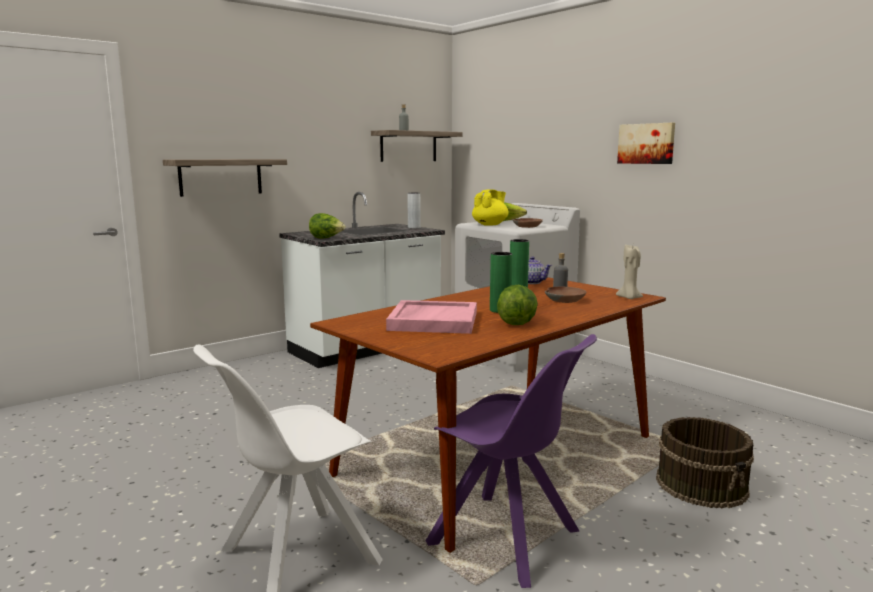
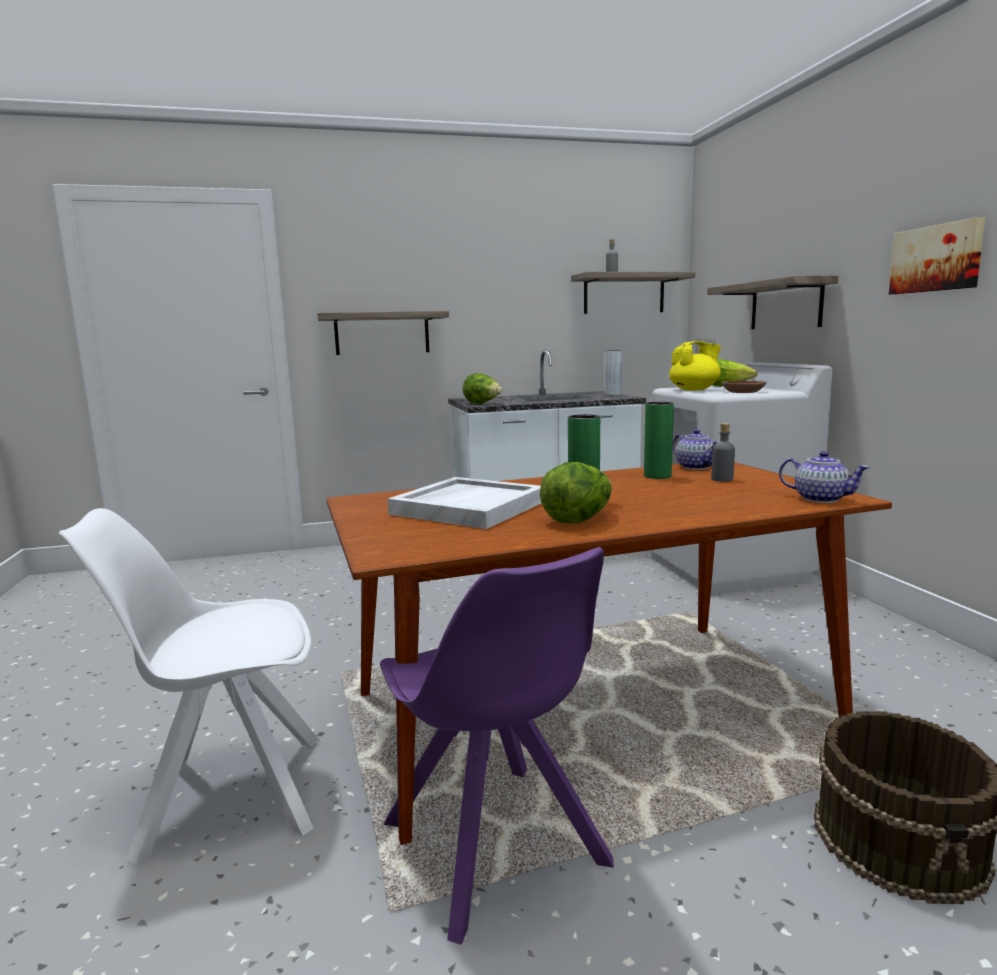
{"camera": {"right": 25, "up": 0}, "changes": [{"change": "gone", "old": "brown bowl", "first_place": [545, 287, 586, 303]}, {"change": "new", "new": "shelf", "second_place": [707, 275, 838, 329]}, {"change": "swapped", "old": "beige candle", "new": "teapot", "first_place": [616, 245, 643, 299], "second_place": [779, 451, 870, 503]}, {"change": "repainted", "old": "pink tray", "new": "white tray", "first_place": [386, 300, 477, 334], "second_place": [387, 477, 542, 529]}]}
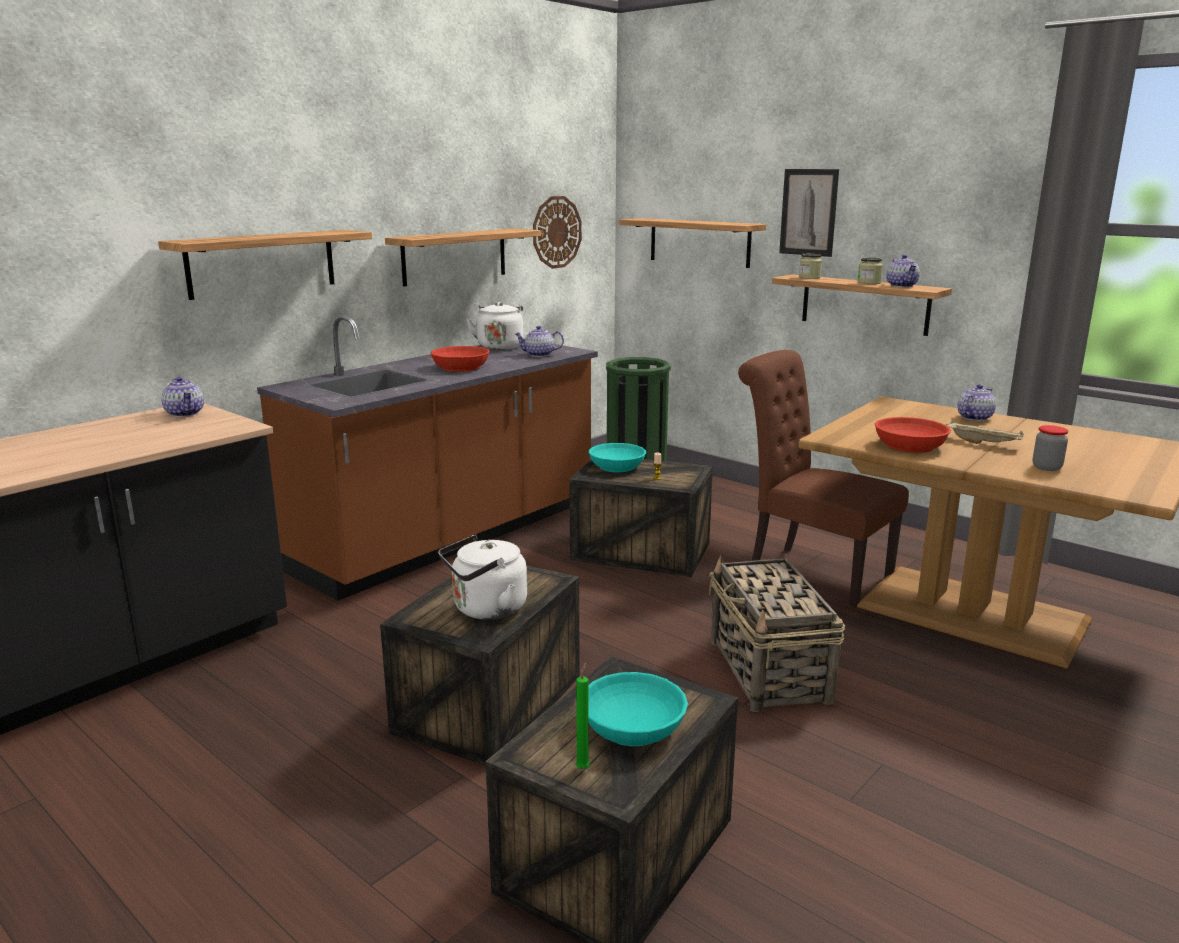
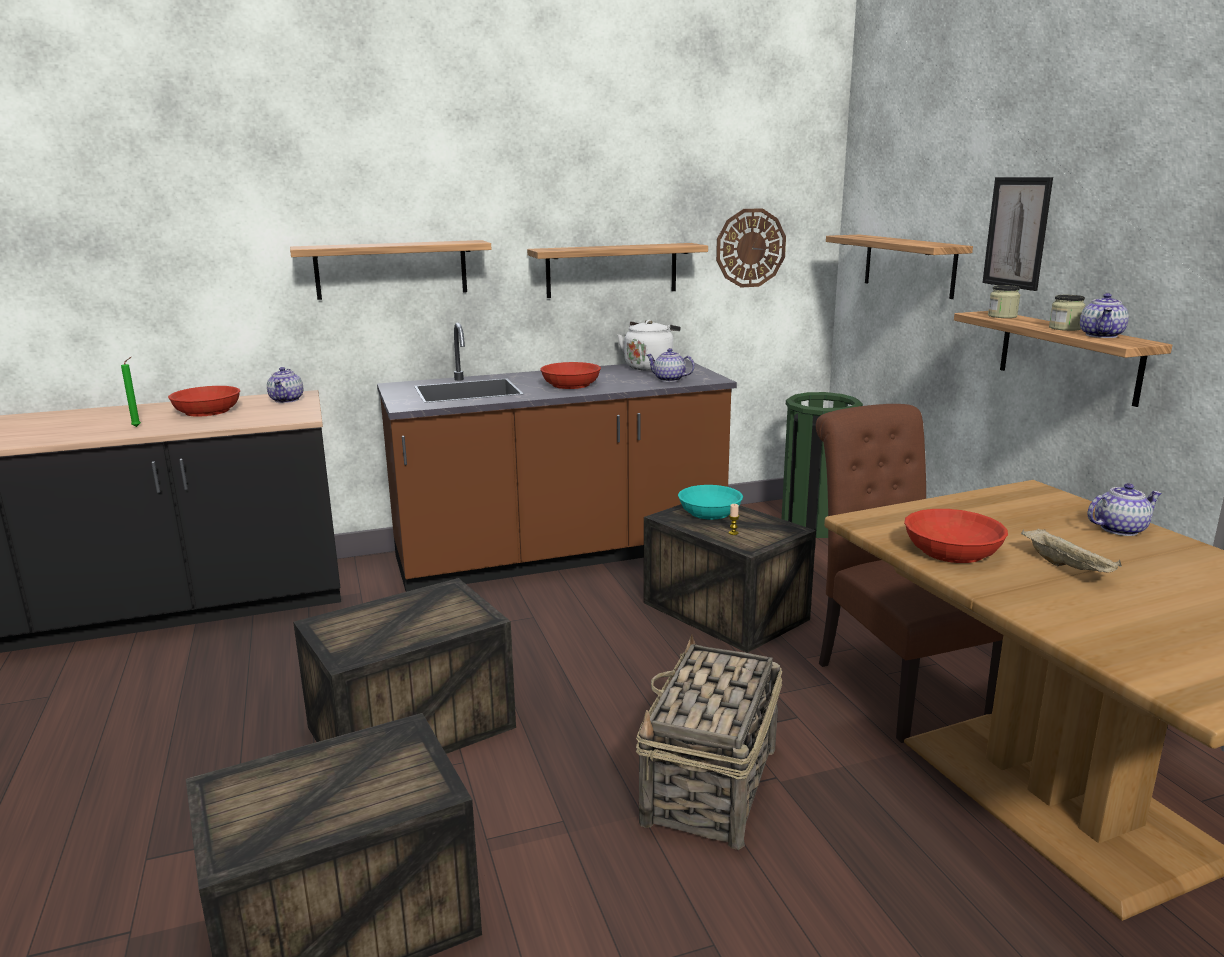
{"camera": {"right": 30, "up": 0}, "changes": [{"change": "gone", "old": "white kettle", "first_place": [438, 535, 527, 620]}, {"change": "gone", "old": "turquoise bowl", "first_place": [588, 672, 688, 746]}, {"change": "gone", "old": "jar", "first_place": [1033, 425, 1068, 471]}, {"change": "new", "new": "red bowl", "second_place": [168, 386, 240, 417]}, {"change": "shifted", "old": "green candle", "first_place": [576, 663, 590, 769], "second_place": [121, 357, 141, 427]}]}
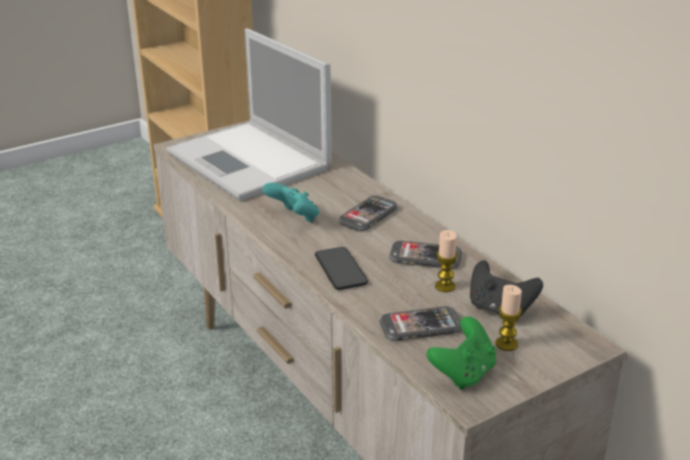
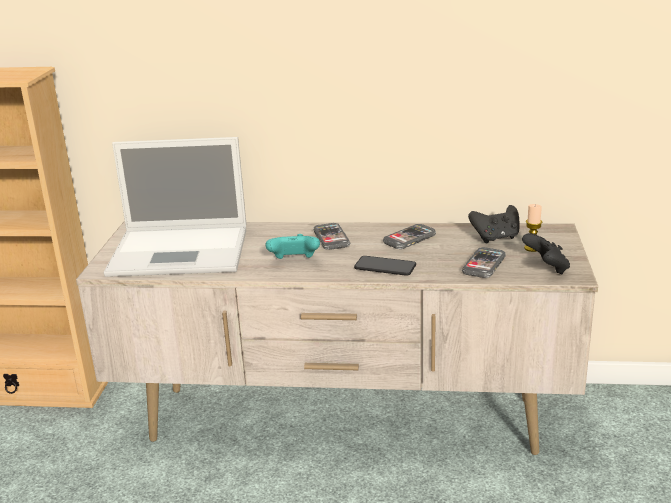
{"camera": {"right": -50, "up": -5}, "changes": [{"change": "gone", "old": "candle", "first_place": [435, 230, 458, 292]}, {"change": "repainted", "old": "green game controller", "new": "black game controller", "first_place": [427, 317, 496, 390], "second_place": [522, 233, 570, 274]}]}
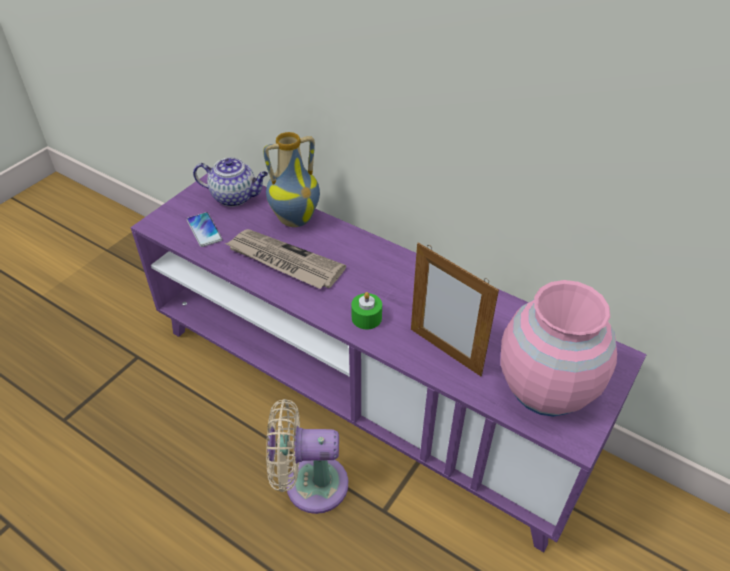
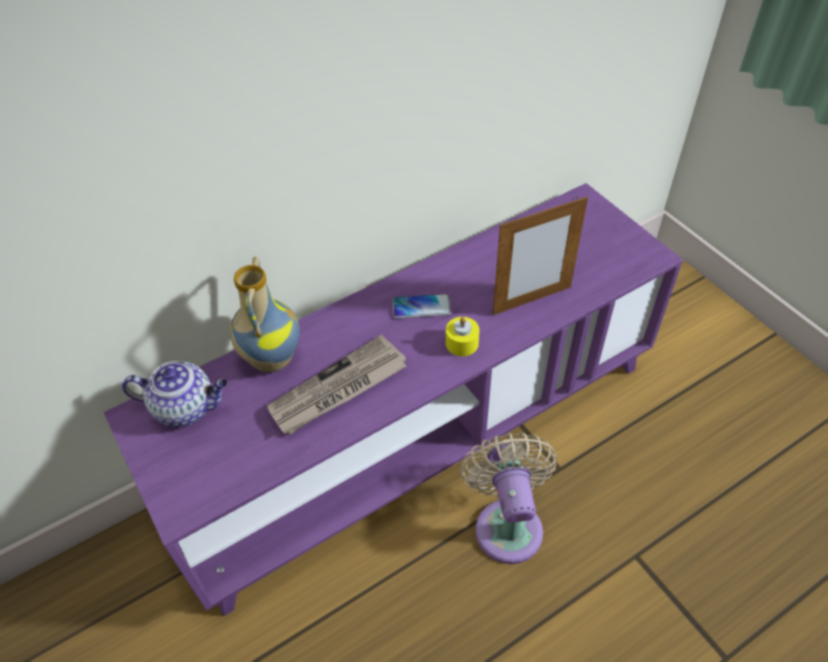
{"camera": {"right": -65, "up": 5}, "changes": [{"change": "gone", "old": "pink vase", "first_place": [500, 280, 617, 417]}, {"change": "shifted", "old": "phone", "first_place": [187, 212, 222, 247], "second_place": [393, 294, 451, 318]}, {"change": "repainted", "old": "green candle", "new": "yellow candle", "first_place": [351, 292, 382, 329], "second_place": [446, 317, 479, 356]}, {"change": "rotated", "old": "teapot", "first_place": [193, 158, 268, 207], "second_place": [122, 361, 228, 427], "degrees": 60}, {"change": "rotated", "old": "beige fan", "first_place": [266, 399, 348, 514], "second_place": [461, 433, 557, 564], "degrees": 150}]}
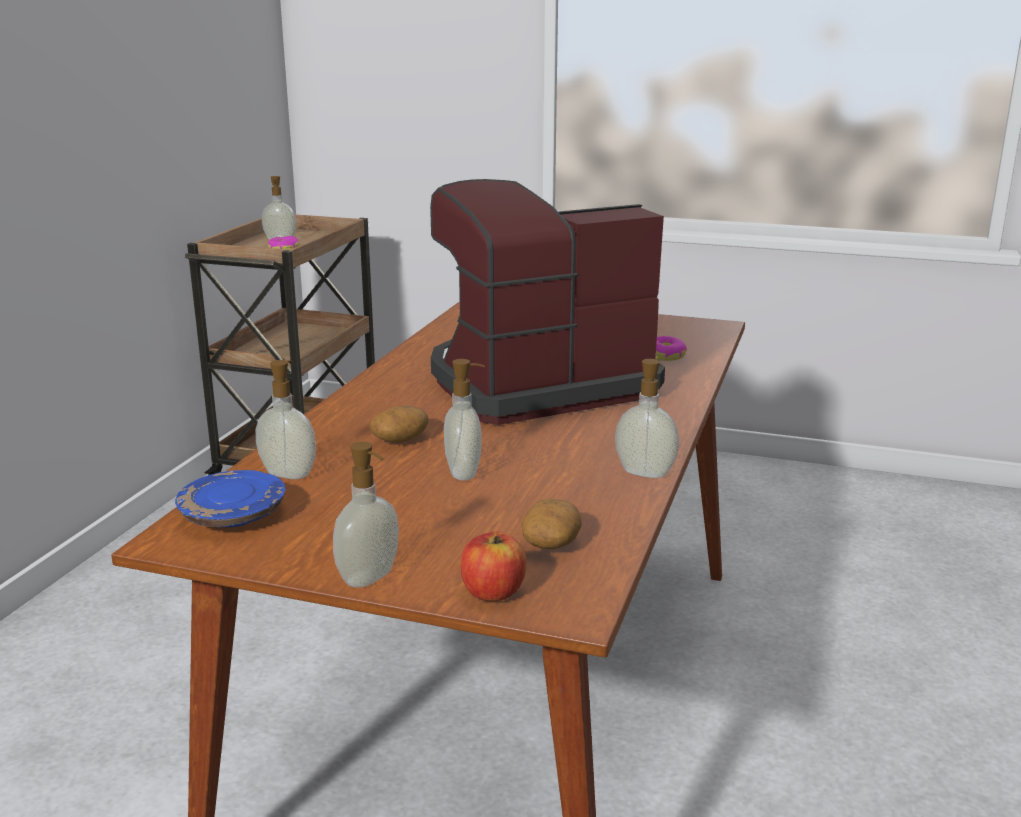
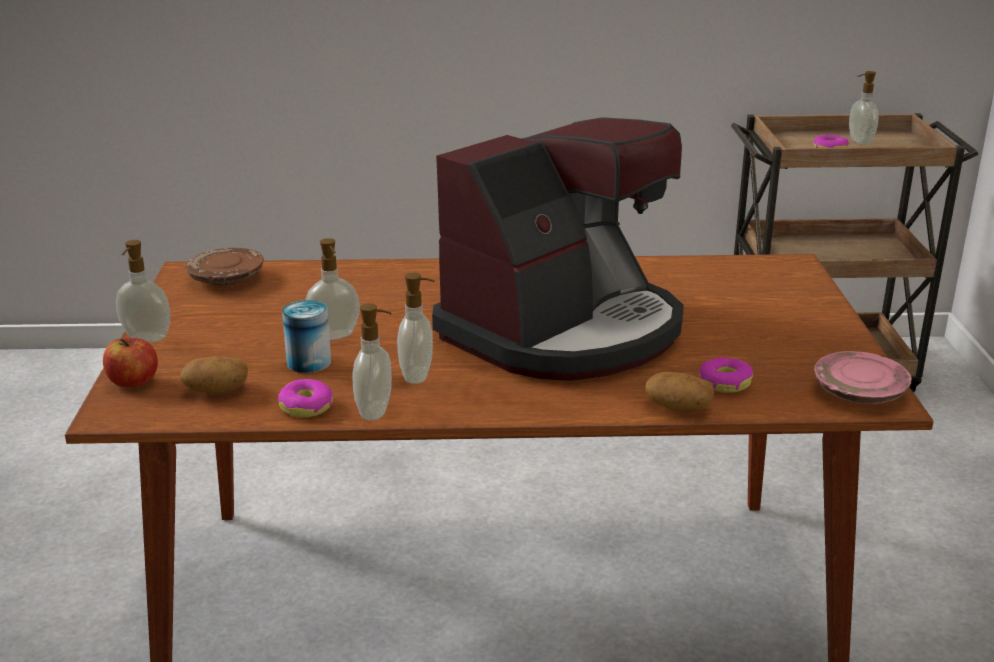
{"camera": {"right": 70, "up": 5}, "changes": [{"change": "new", "new": "donut", "second_place": [278, 379, 333, 417]}, {"change": "new", "new": "can", "second_place": [282, 300, 331, 373]}, {"change": "new", "new": "pink plate", "second_place": [814, 351, 912, 404]}, {"change": "shifted", "old": "soap dispenser", "first_place": [256, 360, 316, 479], "second_place": [397, 273, 435, 384]}, {"change": "shifted", "old": "potato", "first_place": [370, 405, 429, 443], "second_place": [645, 372, 714, 412]}, {"change": "repainted", "old": "blue plate", "new": "brown plate", "first_place": [175, 470, 286, 528], "second_place": [185, 248, 264, 286]}, {"change": "rotated", "old": "coffee machine", "first_place": [430, 179, 665, 425], "second_place": [432, 117, 684, 381], "degrees": 90}]}
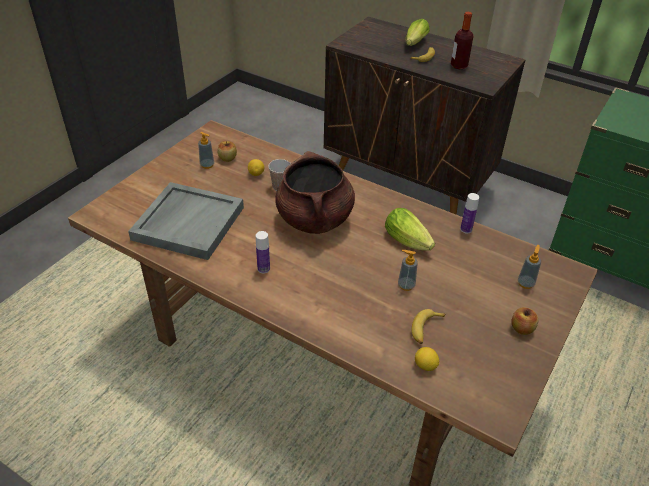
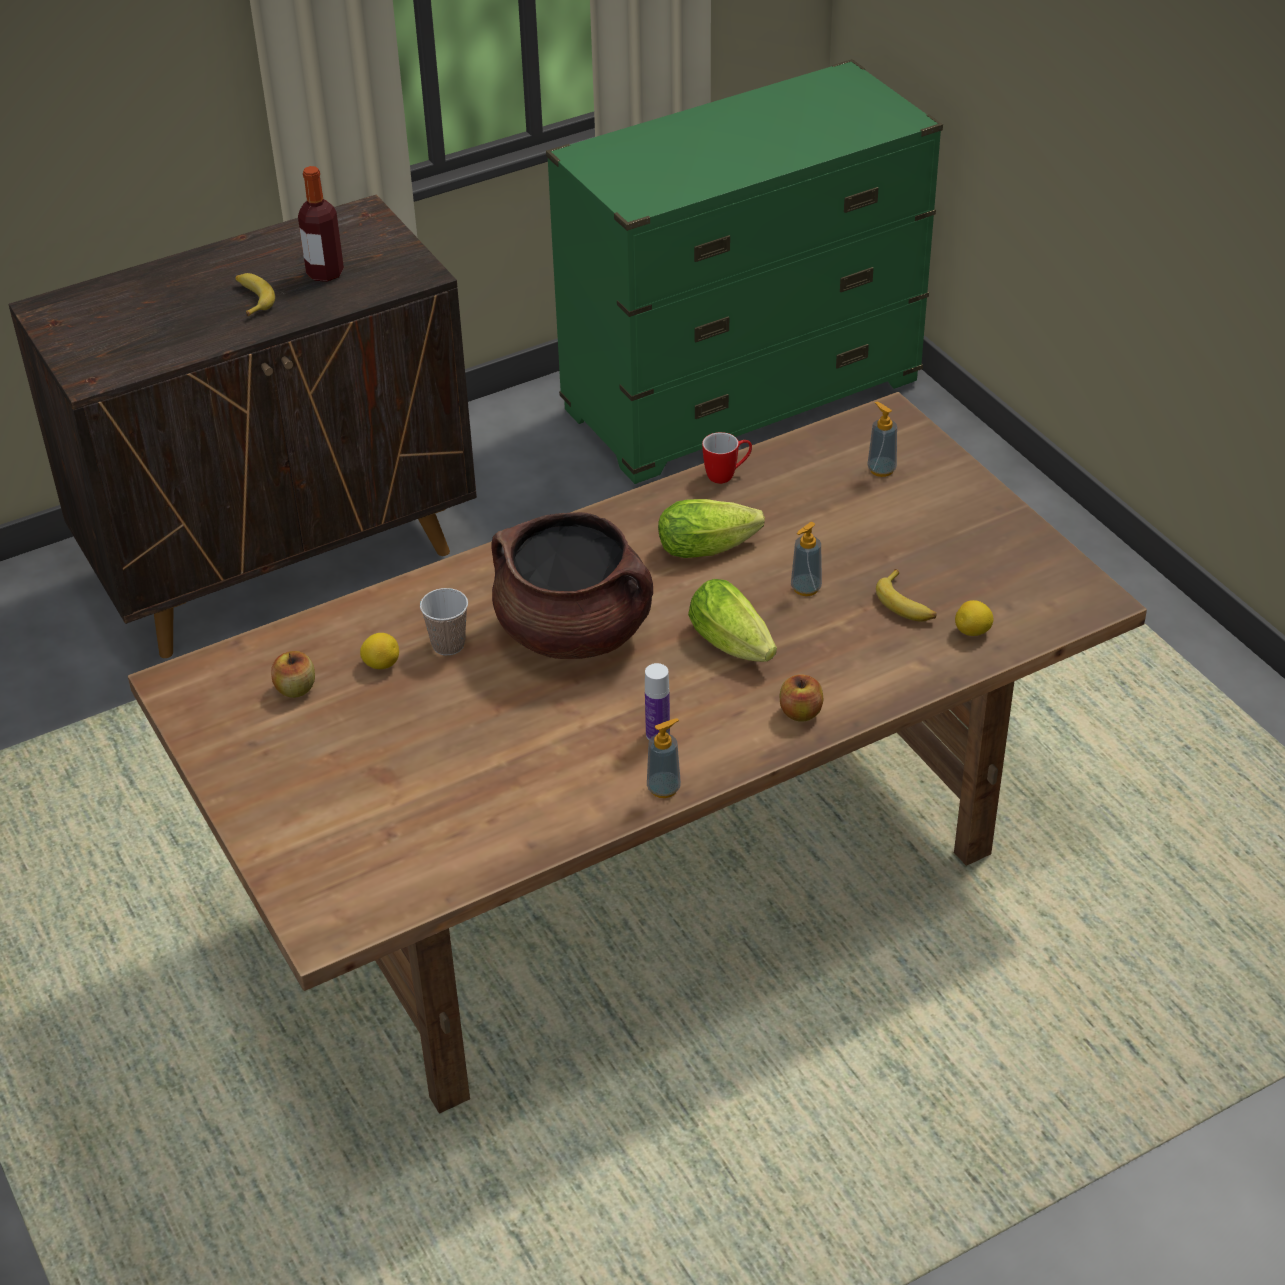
{"camera": {"right": -60, "up": 0}, "changes": [{"change": "gone", "old": "grey tray", "first_place": [128, 182, 244, 260]}, {"change": "shifted", "old": "soap dispenser", "first_place": [198, 132, 214, 169], "second_place": [647, 718, 681, 798]}, {"change": "shifted", "old": "lettuce", "first_place": [406, 19, 430, 46], "second_place": [688, 579, 777, 662]}, {"change": "shifted", "old": "apple", "first_place": [511, 307, 538, 335], "second_place": [780, 675, 823, 722]}, {"change": "swapped", "old": "bottle", "new": "mug", "first_place": [460, 193, 479, 234], "second_place": [702, 432, 752, 484]}]}
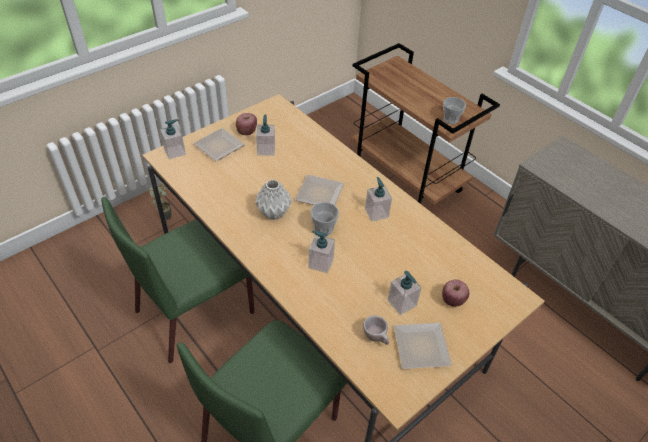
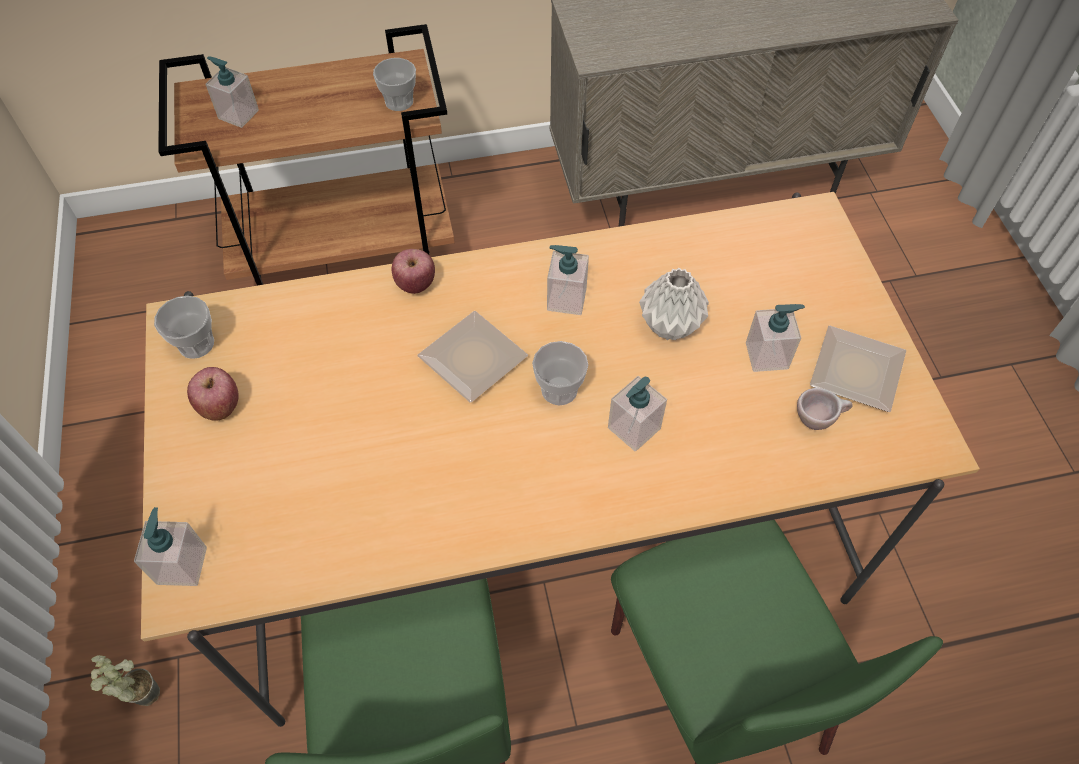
{"camera": {"right": -60, "up": 10}, "changes": [{"change": "gone", "old": "plate", "first_place": [193, 128, 245, 161]}, {"change": "new", "new": "cup", "second_place": [154, 296, 214, 359]}, {"change": "shifted", "old": "grey vase", "first_place": [255, 180, 292, 220], "second_place": [639, 268, 709, 340]}, {"change": "shifted", "old": "soap dispenser", "first_place": [256, 114, 275, 156], "second_place": [205, 56, 259, 128]}, {"change": "shifted", "old": "apple", "first_place": [442, 280, 469, 307], "second_place": [391, 249, 435, 294]}]}
